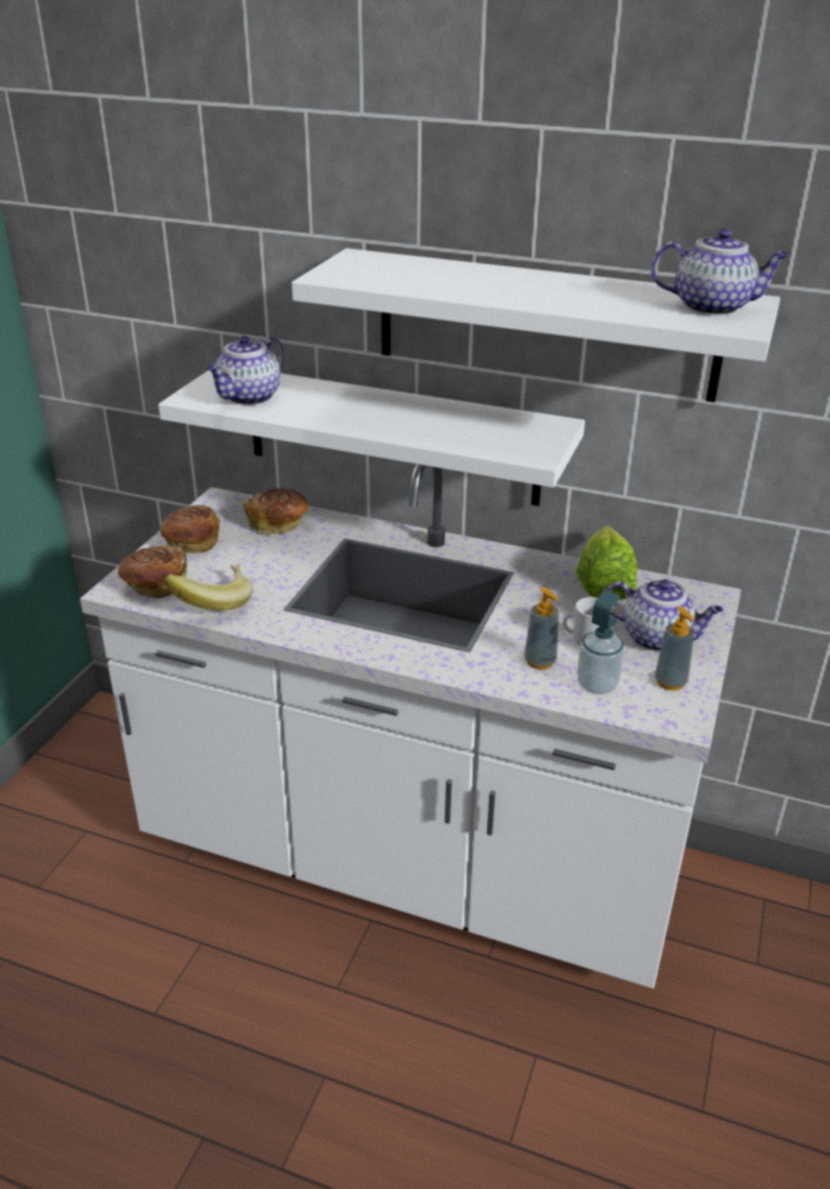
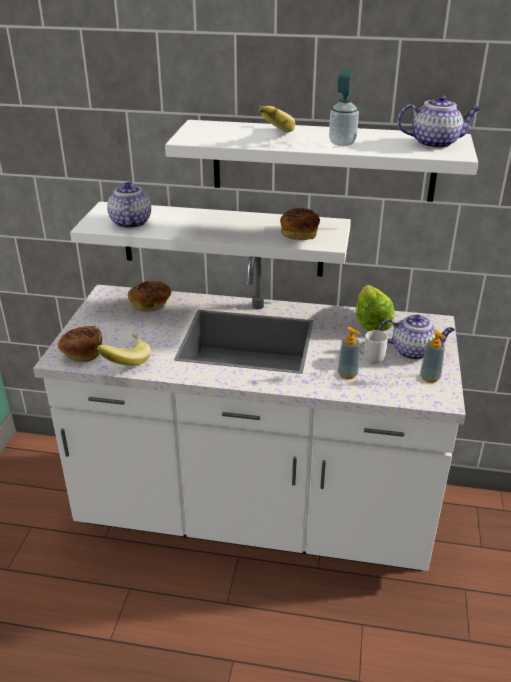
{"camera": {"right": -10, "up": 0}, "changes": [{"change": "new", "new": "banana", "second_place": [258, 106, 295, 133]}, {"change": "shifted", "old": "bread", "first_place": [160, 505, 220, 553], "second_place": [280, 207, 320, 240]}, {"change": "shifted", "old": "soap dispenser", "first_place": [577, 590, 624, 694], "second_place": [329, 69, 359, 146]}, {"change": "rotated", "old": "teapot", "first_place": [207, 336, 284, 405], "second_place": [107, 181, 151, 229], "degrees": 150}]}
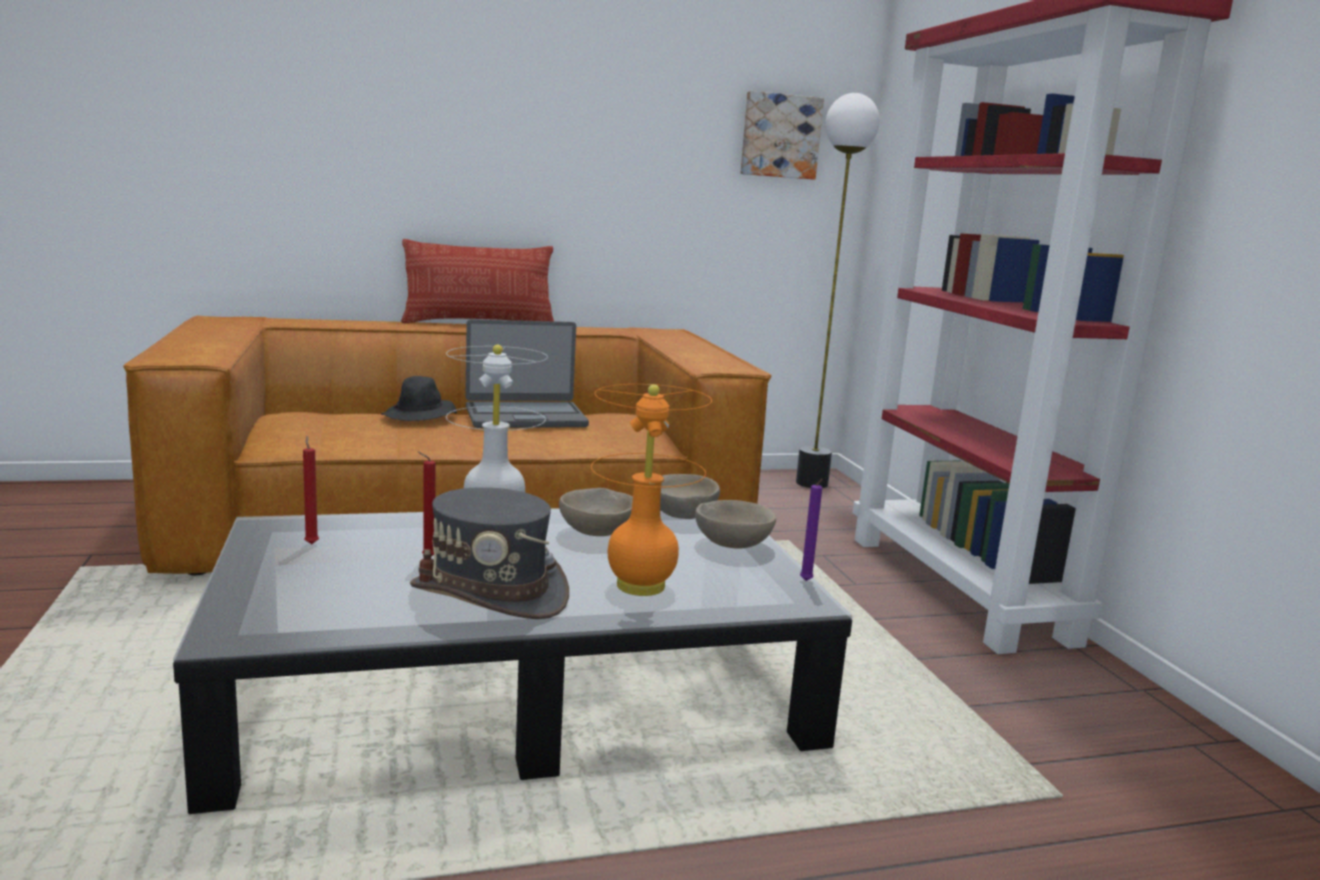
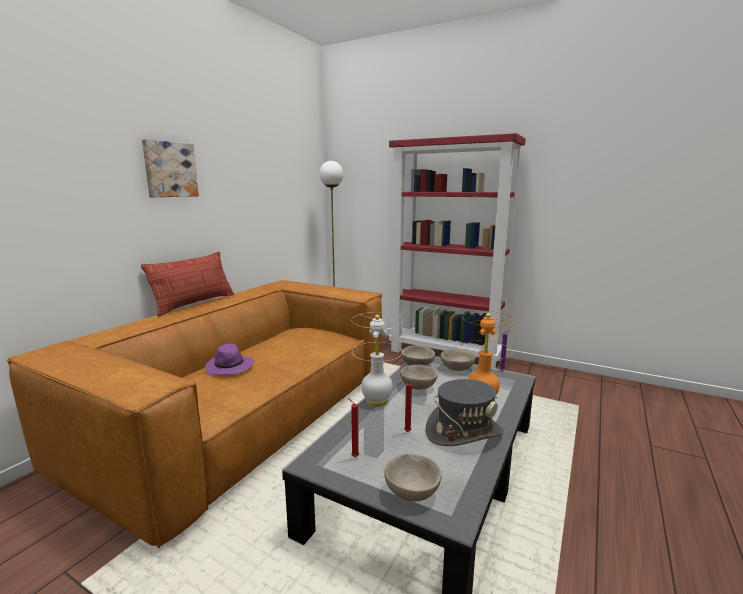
{"camera": {"right": -45, "up": 0}, "changes": [{"change": "gone", "old": "laptop", "first_place": [466, 319, 589, 428]}, {"change": "new", "new": "beige bowl", "second_place": [384, 453, 442, 501]}, {"change": "shifted", "old": "picture", "first_place": [741, 91, 824, 179], "second_place": [142, 139, 199, 197]}, {"change": "repainted", "old": "black hat", "new": "purple hat", "first_place": [381, 376, 457, 421], "second_place": [205, 343, 254, 375]}]}
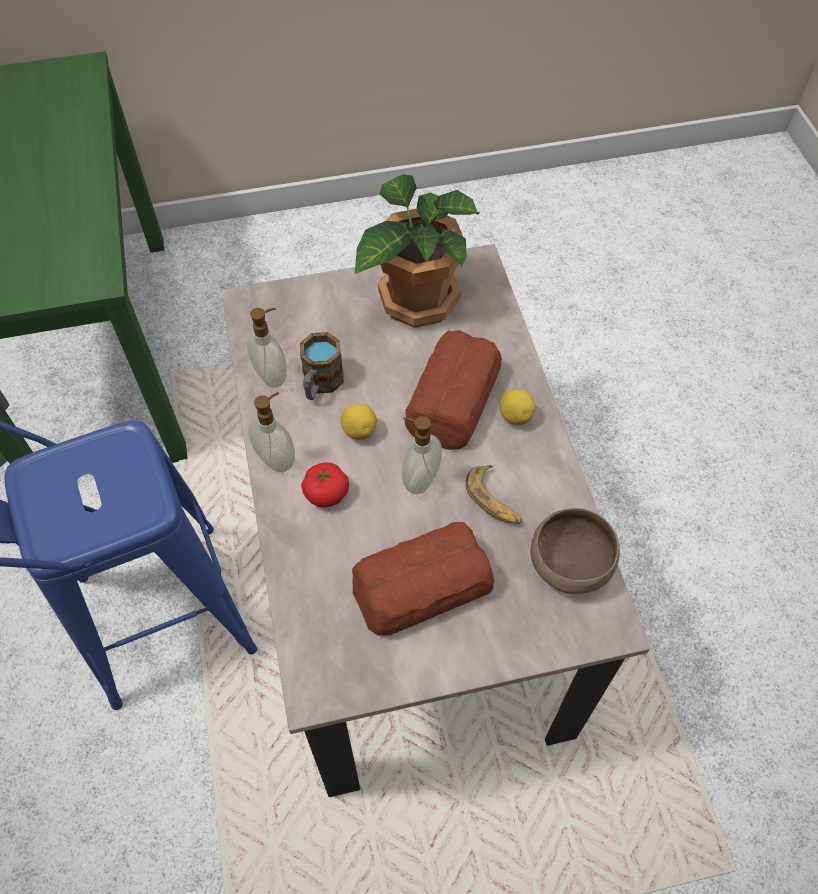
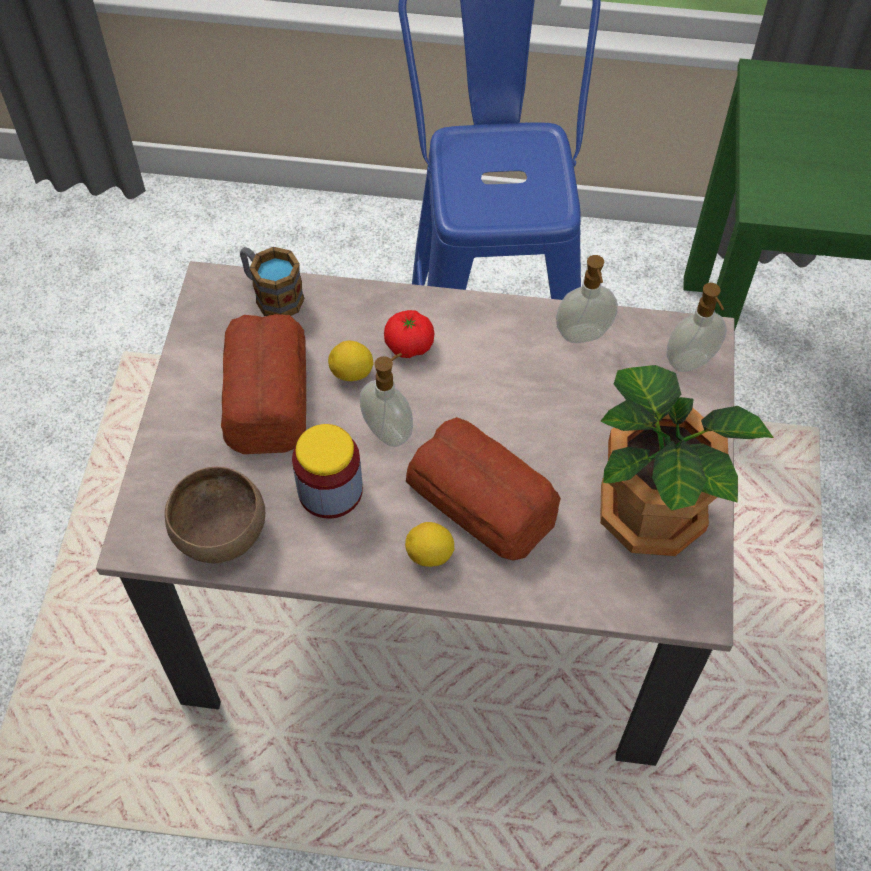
{"camera": {"right": 110, "up": 0}, "changes": [{"change": "shifted", "old": "soap dispenser", "first_place": [248, 392, 295, 472], "second_place": [667, 283, 727, 372]}, {"change": "shifted", "old": "mug", "first_place": [300, 332, 344, 400], "second_place": [240, 247, 305, 316]}, {"change": "shifted", "old": "lemon", "first_place": [341, 404, 377, 440], "second_place": [328, 341, 374, 381]}, {"change": "swapped", "old": "banana", "new": "jar", "first_place": [465, 465, 522, 524], "second_place": [292, 424, 363, 519]}]}
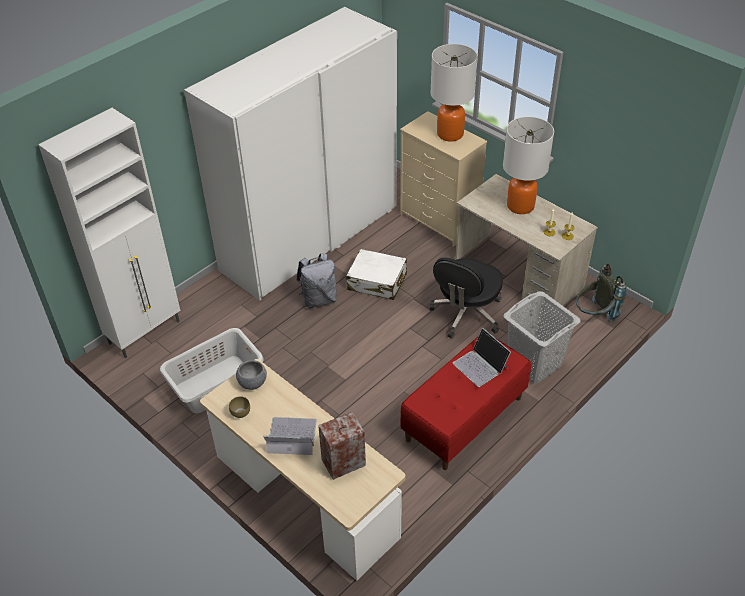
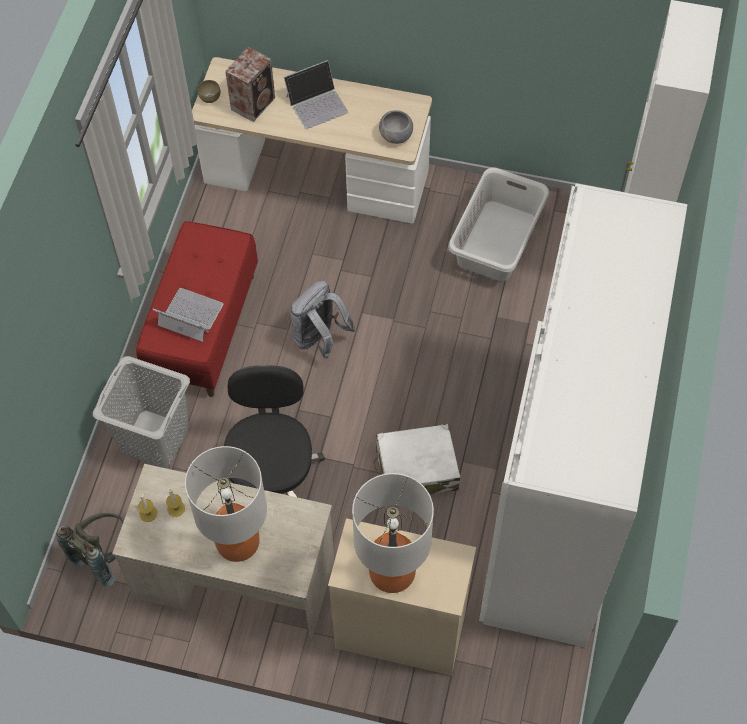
{"camera": {"right": 150, "up": 15}, "changes": [{"change": "shifted", "old": "brown bowl", "first_place": [229, 396, 250, 418], "second_place": [198, 80, 221, 103]}, {"change": "shifted", "old": "grey backpack", "first_place": [296, 253, 337, 308], "second_place": [290, 281, 355, 359]}]}
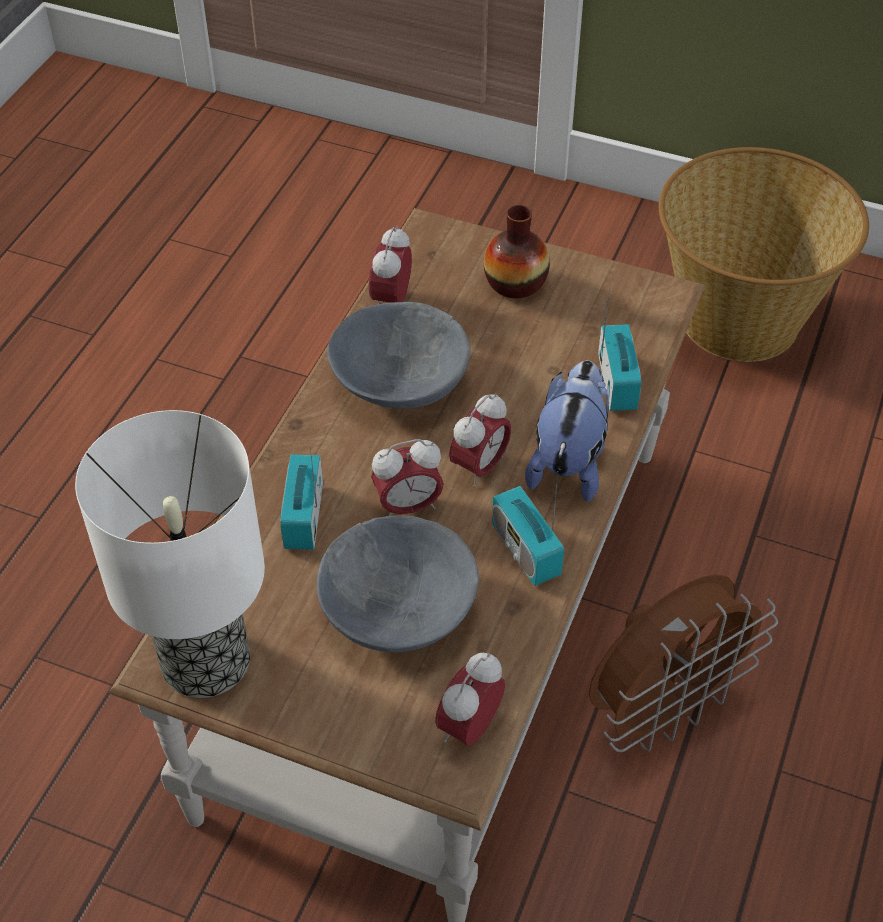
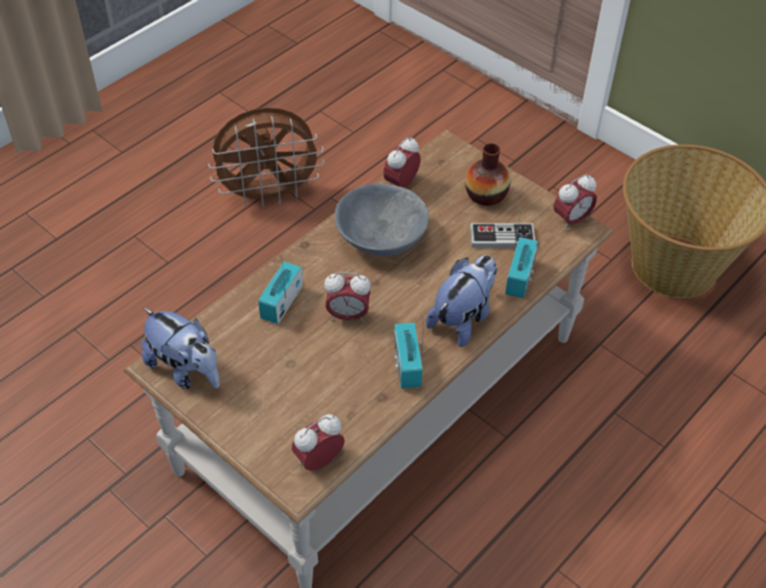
{"camera": {"right": 20, "up": 0}, "changes": [{"change": "gone", "old": "grey bowl", "first_place": [317, 515, 479, 652]}, {"change": "new", "new": "game controller", "second_place": [470, 223, 536, 248]}, {"change": "shifted", "old": "alarm clock", "first_place": [449, 393, 511, 487], "second_place": [554, 174, 597, 231]}, {"change": "shifted", "old": "brown fan", "first_place": [589, 574, 778, 752], "second_place": [208, 108, 324, 207]}, {"change": "swapped", "old": "table lamp", "new": "plush toy", "first_place": [75, 410, 265, 698], "second_place": [141, 307, 220, 389]}]}
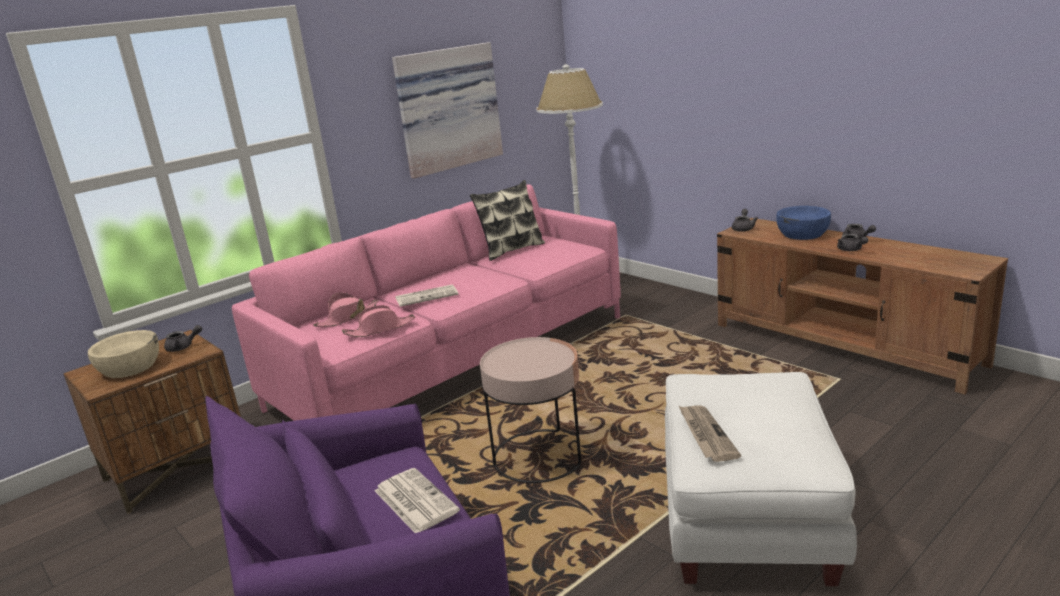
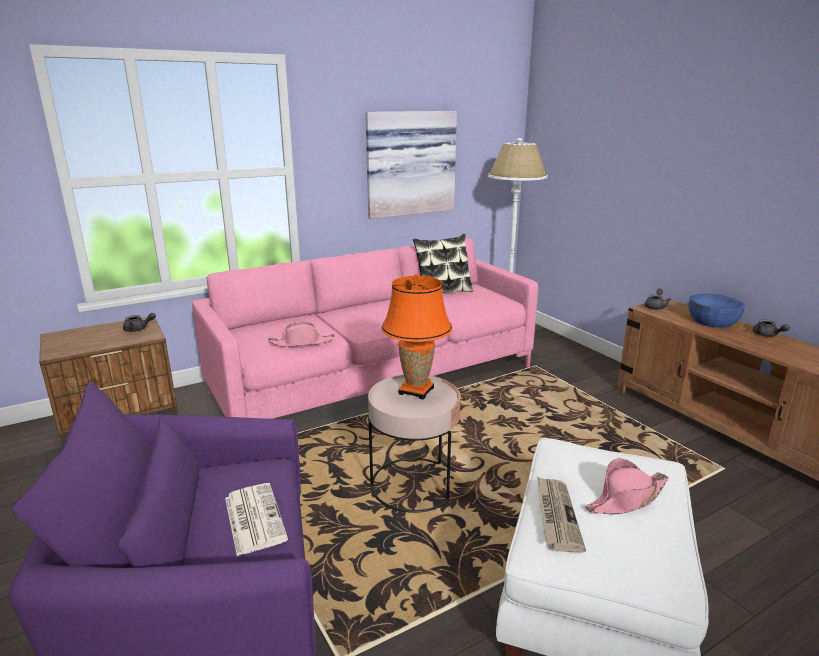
{"camera": {"right": 10, "up": 0}, "changes": [{"change": "gone", "old": "beige bowl", "first_place": [88, 330, 159, 378]}, {"change": "gone", "old": "newspaper", "first_place": [395, 284, 458, 307]}, {"change": "gone", "old": "grey teapot", "first_place": [837, 234, 868, 251]}, {"change": "new", "new": "orange table lamp", "second_place": [381, 274, 452, 400]}, {"change": "shifted", "old": "pink hat", "first_place": [313, 293, 378, 327], "second_place": [585, 459, 669, 514]}]}
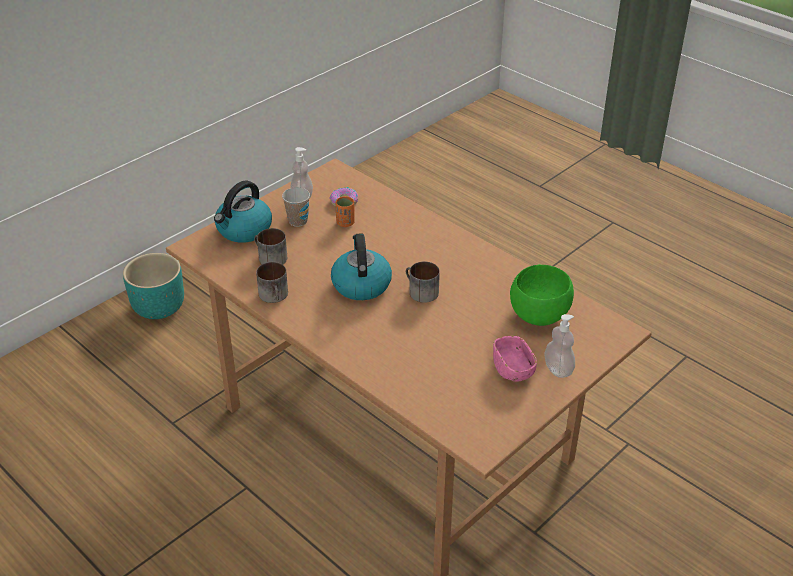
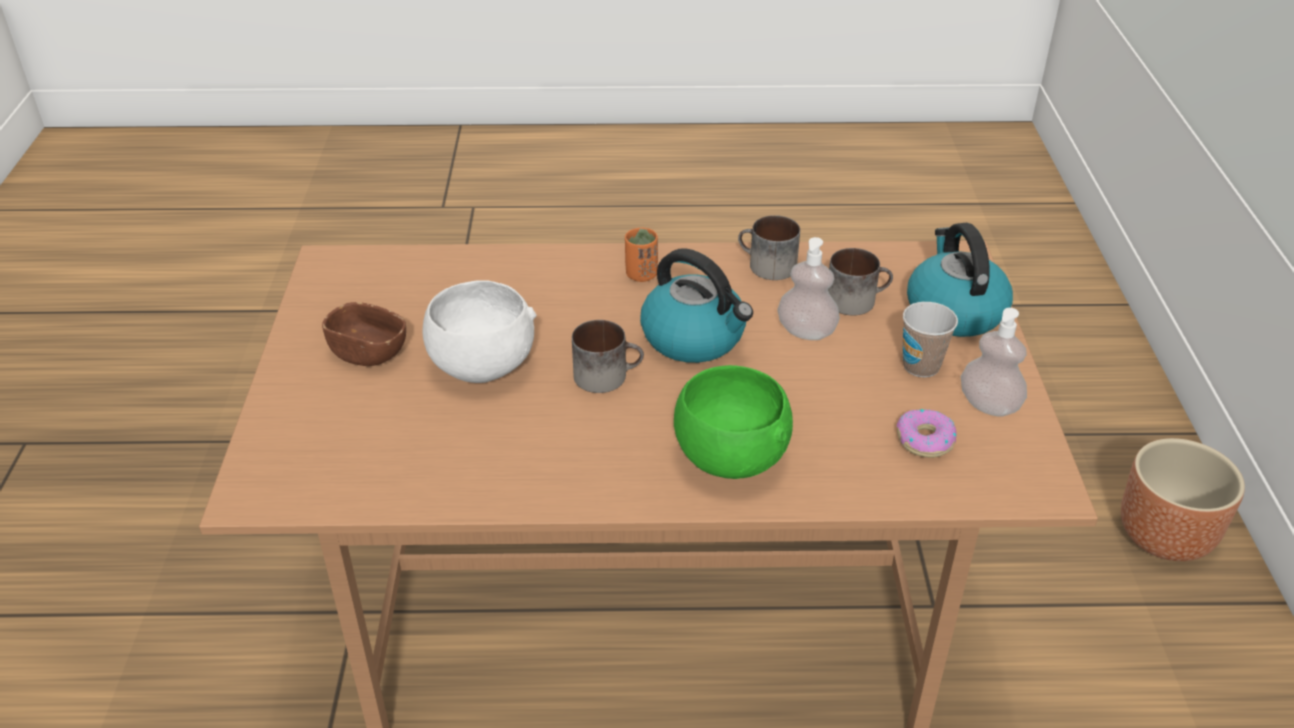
{"camera": {"right": 135, "up": 0}, "changes": [{"change": "new", "new": "white bowl", "second_place": [423, 280, 537, 383]}, {"change": "shifted", "old": "orange cup", "first_place": [336, 196, 355, 227], "second_place": [625, 228, 658, 282]}, {"change": "shifted", "old": "green bowl", "first_place": [510, 264, 574, 326], "second_place": [674, 365, 793, 479]}, {"change": "shifted", "old": "soap dispenser", "first_place": [545, 314, 575, 378], "second_place": [777, 237, 840, 340]}, {"change": "repainted", "old": "turquoise planter", "new": "brown planter", "first_place": [123, 253, 184, 319], "second_place": [1121, 438, 1245, 561]}, {"change": "repainted", "old": "pink bowl", "new": "brown bowl", "first_place": [493, 336, 537, 382], "second_place": [322, 302, 406, 366]}]}
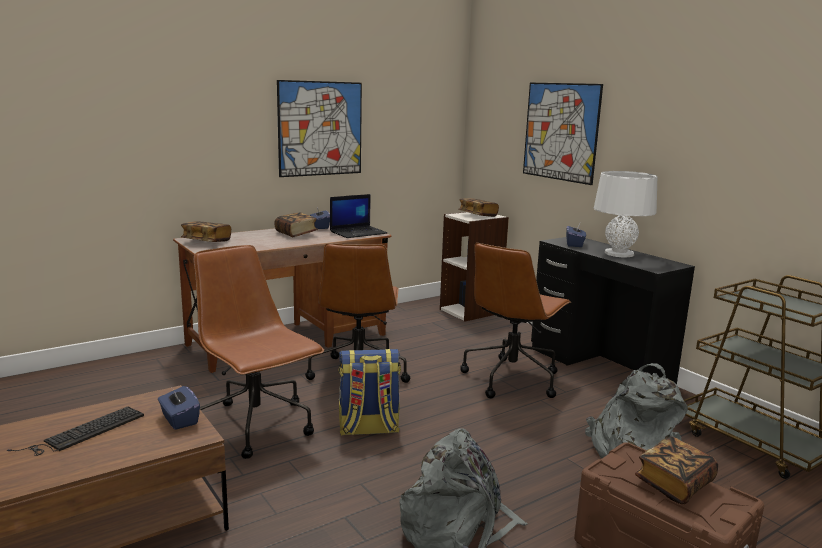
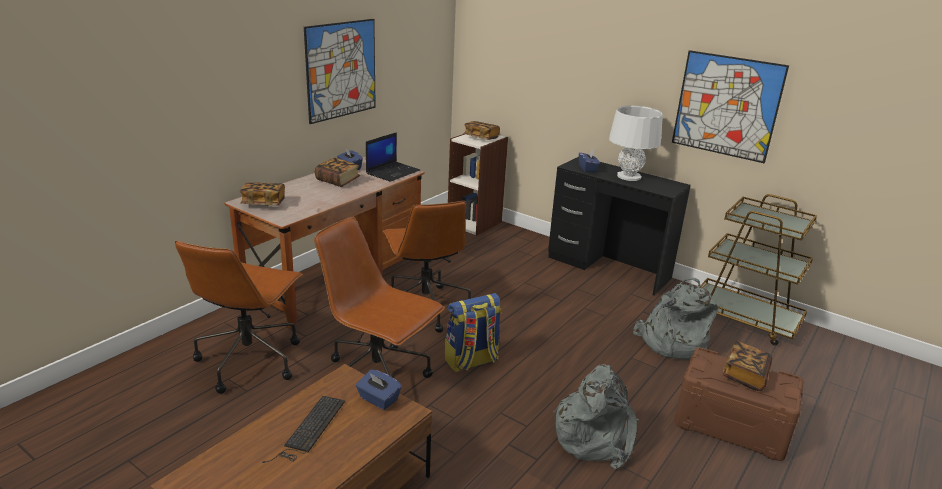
{"camera": {"right": -20, "up": 10}, "changes": [{"change": "shifted", "old": "brown office chair", "first_place": [460, 243, 571, 398], "second_place": [175, 240, 303, 394]}, {"change": "shifted", "old": "picture", "first_place": [523, 83, 603, 185], "second_place": [672, 50, 789, 163]}]}
